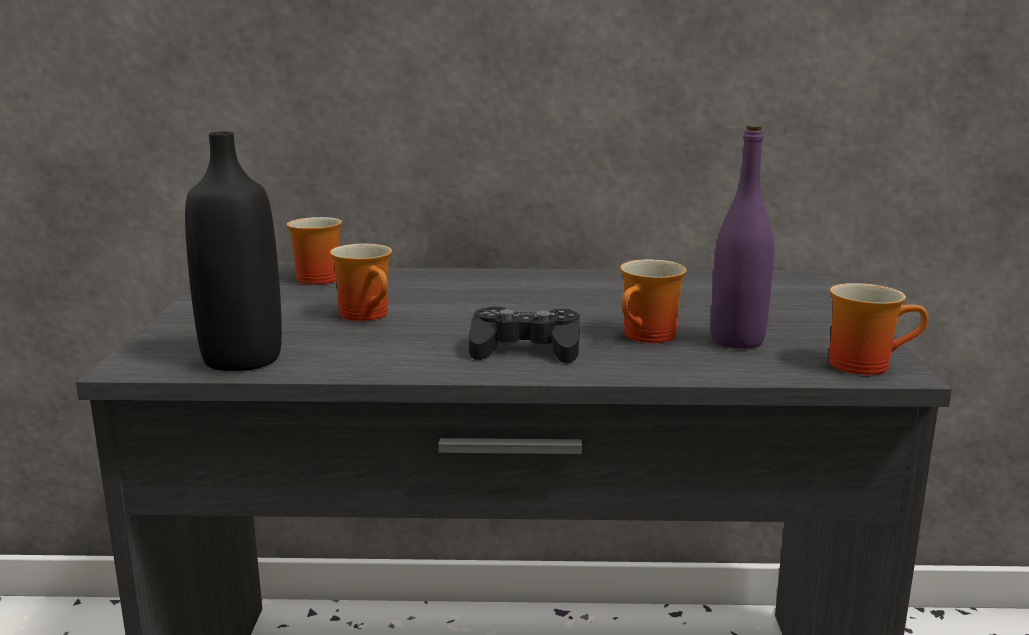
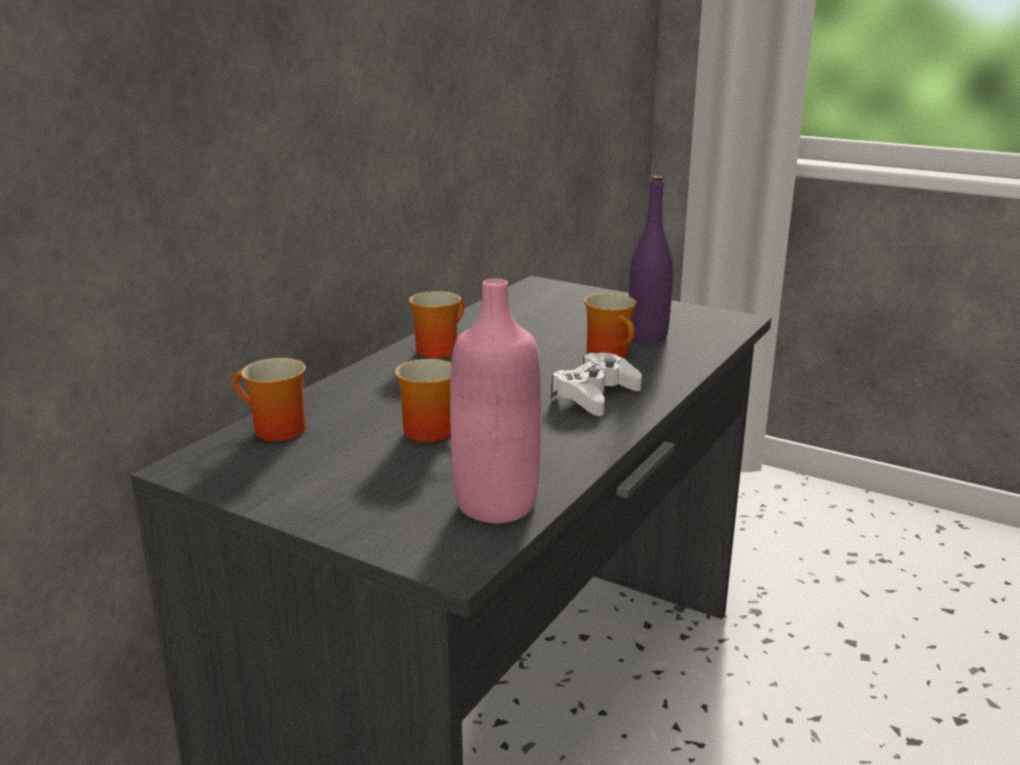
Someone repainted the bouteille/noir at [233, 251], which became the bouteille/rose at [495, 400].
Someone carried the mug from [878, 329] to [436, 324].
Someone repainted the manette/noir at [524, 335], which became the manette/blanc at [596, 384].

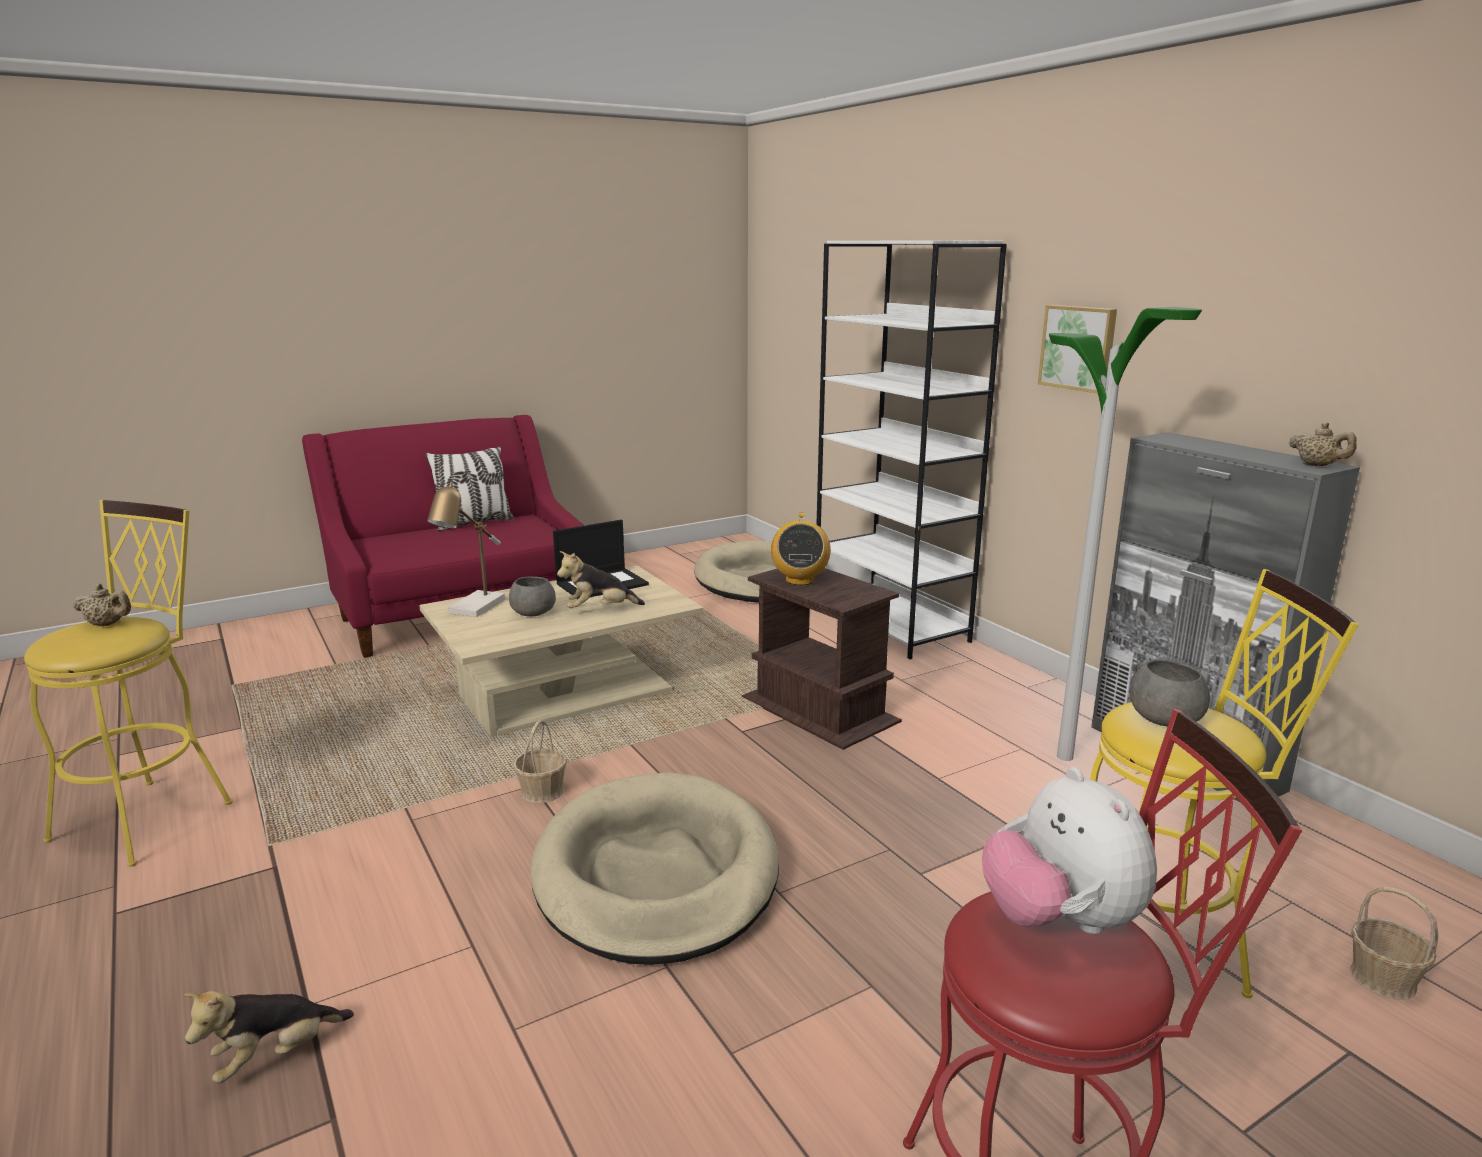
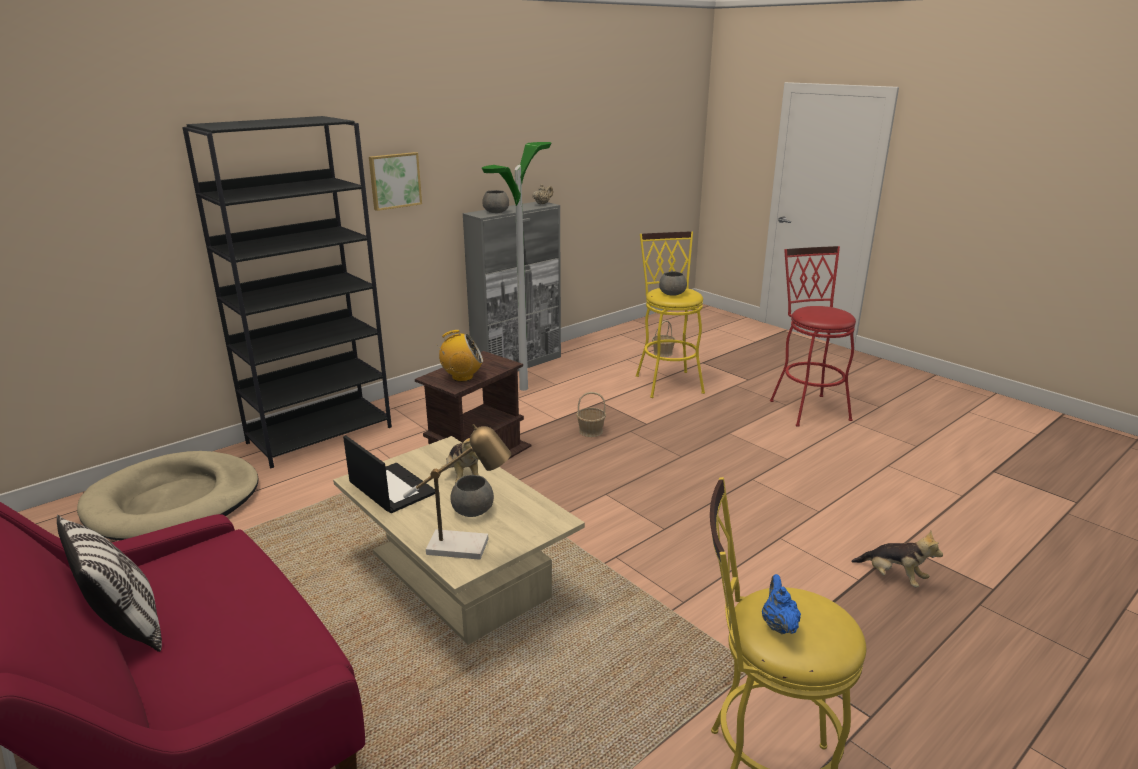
Someone repainted the bibliothèque/blanc at [911, 450], which became the bibliothèque/noir at [287, 292].
Someone repainted the théière/beige at [102, 605], which became the théière/bleu at [781, 604].
Someone carried the panier from [540, 761] to [591, 414].
Someone took away the peluche at [1069, 850].
Someone took away the panier pour chien/beige at [655, 868].
Someone put down the bol/gris at [495, 201].

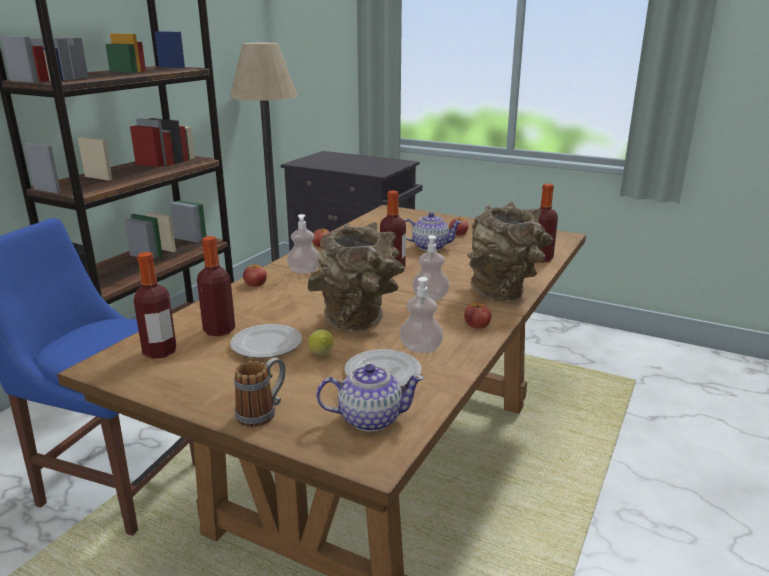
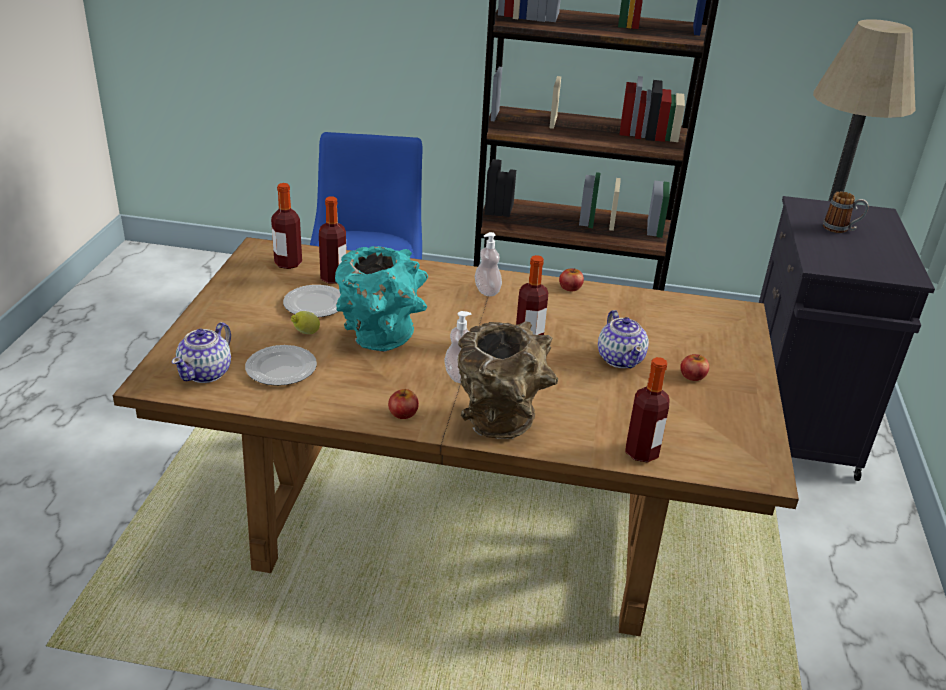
Someone repainted the vase/marron at [356, 276], which became the vase/turquoise at [381, 299].
Someone took away the pomme at [255, 274].
Someone took away the distributeur de savon at [421, 315].
Someone carried the mug from [260, 392] to [846, 212].
Someone rotated the théière at [370, 398] by 45 degrees clockwise.

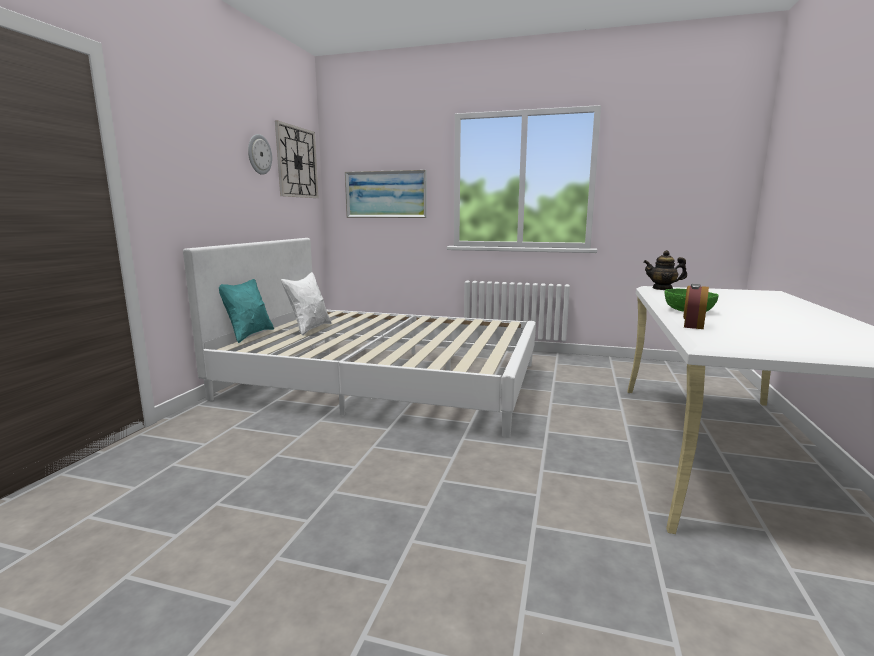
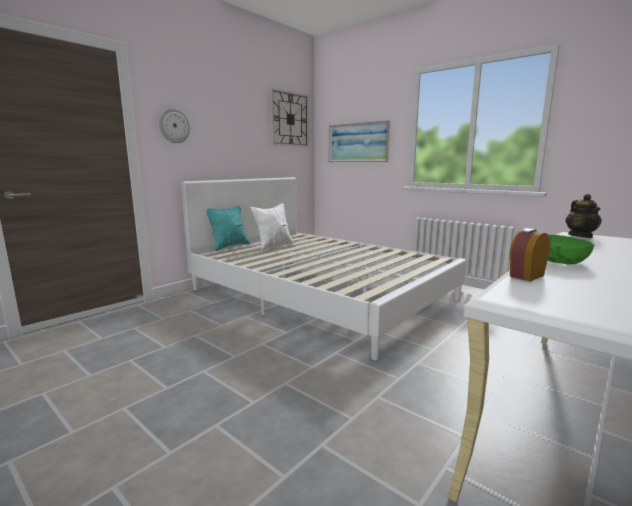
Someone carried the horloge murale from [260, 154] to [174, 125].
Someone rotated the théière at [665, 270] by 120 degrees counterclockwise.

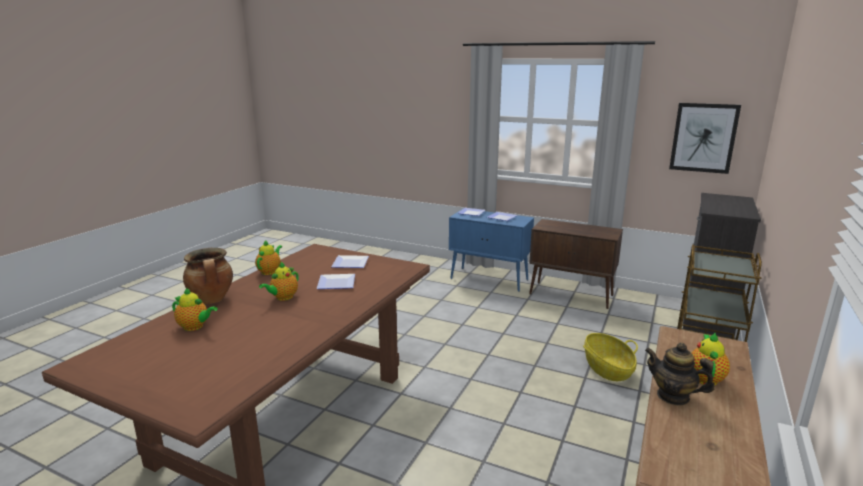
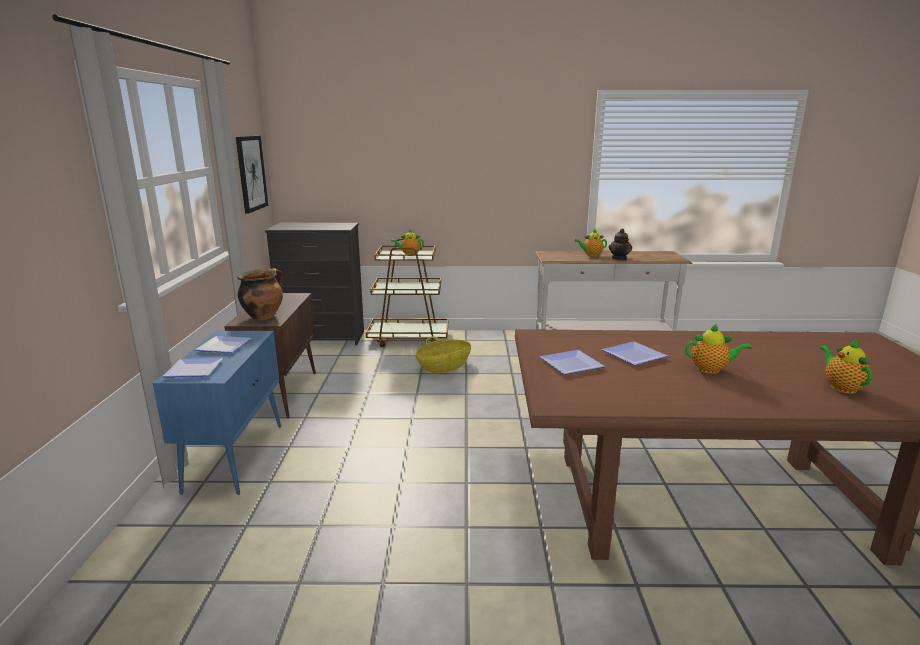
Someone carried the théière from [268, 258] to [407, 241].
Someone carried the marmite from [208, 276] to [260, 294].

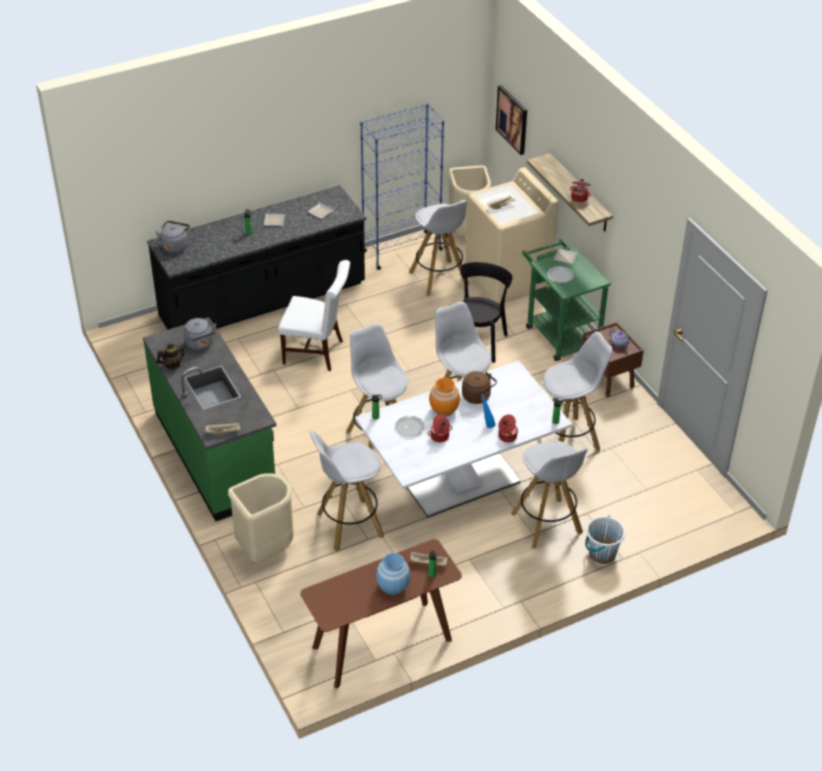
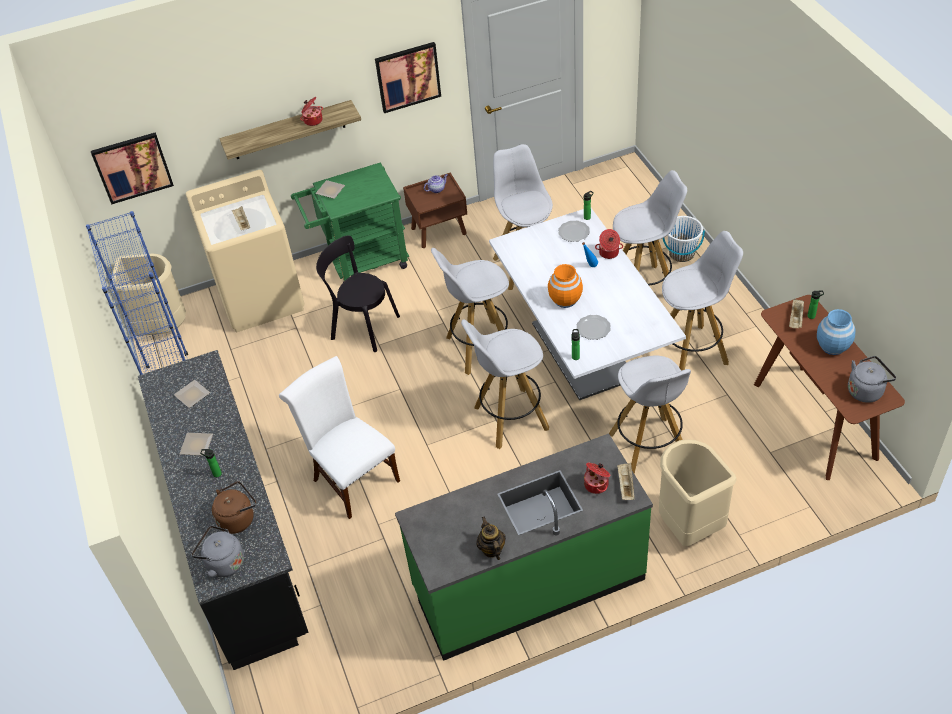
Someone carried the tabouret/blanc from [439, 248] to [702, 301].
Someone rotated the chaise/blanc at [314, 315] by 60 degrees counterclockwise.
Someone carried the assiette from [560, 274] to [574, 231].
Someone carried the bouilloire/gris from [200, 334] to [872, 379].
Someone carried the bouilloire/marron from [479, 387] to [234, 507].
Someone carried the marmite from [440, 428] to [597, 478].
Someone put up the tableau at [408, 77].

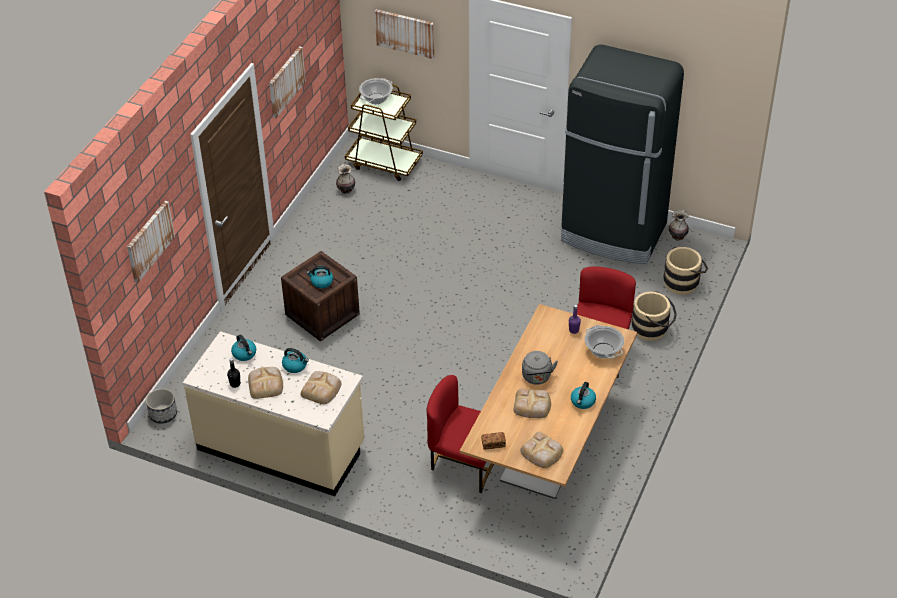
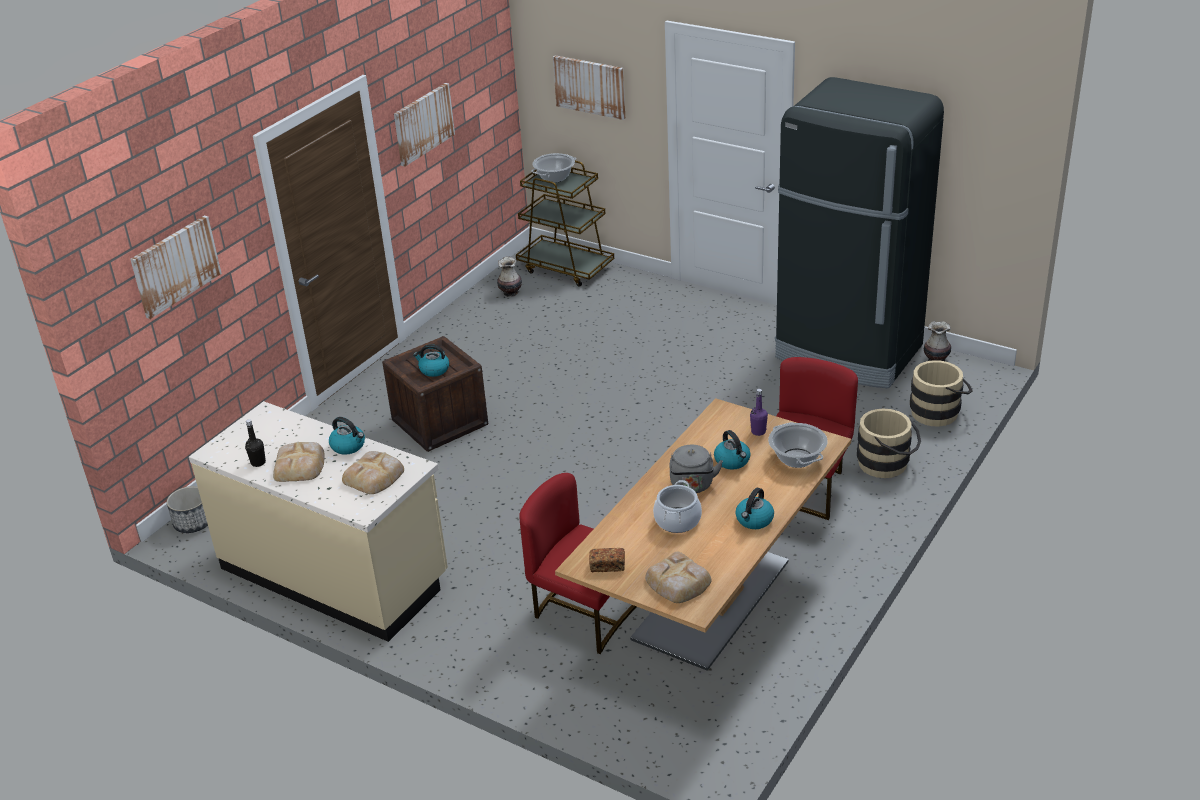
Someone carried the bouilloire from [243, 348] to [732, 450].
Someone swapped the pain at [532, 403] for the marmite at [677, 506].

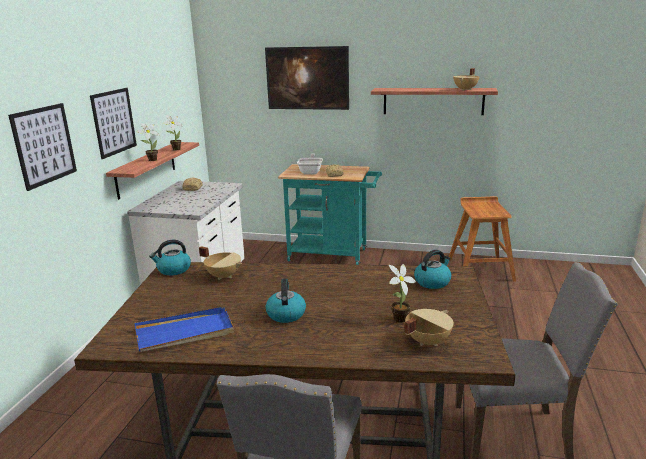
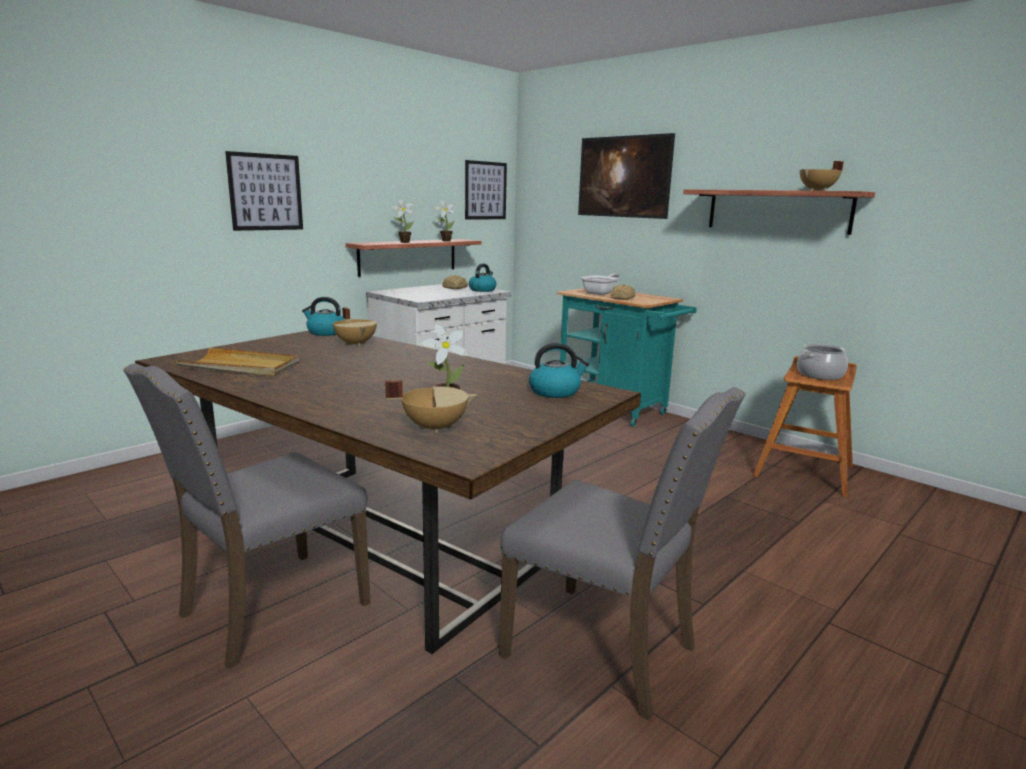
Someone carried the tableau from [113, 123] to [486, 190].
Someone carried the bouilloire from [286, 300] to [482, 277].
Someone repainted the plateau/bleu at [184, 329], which became the plateau/beige at [236, 362].
Someone put down the marmite at [822, 362].

